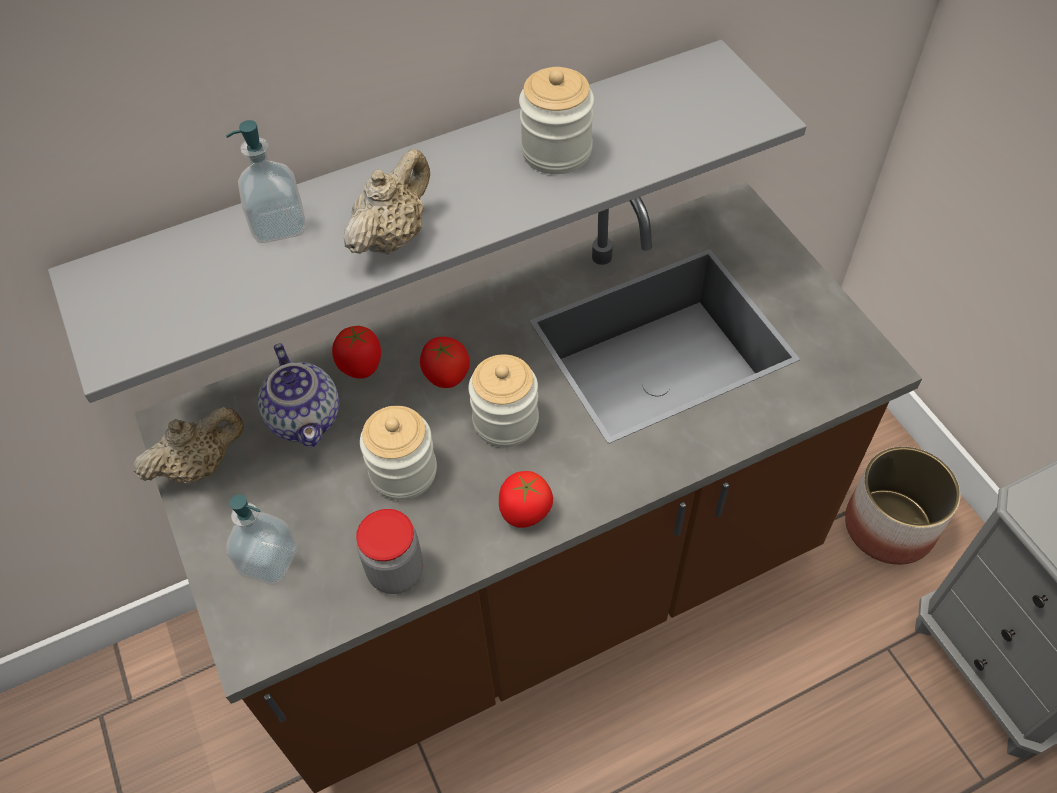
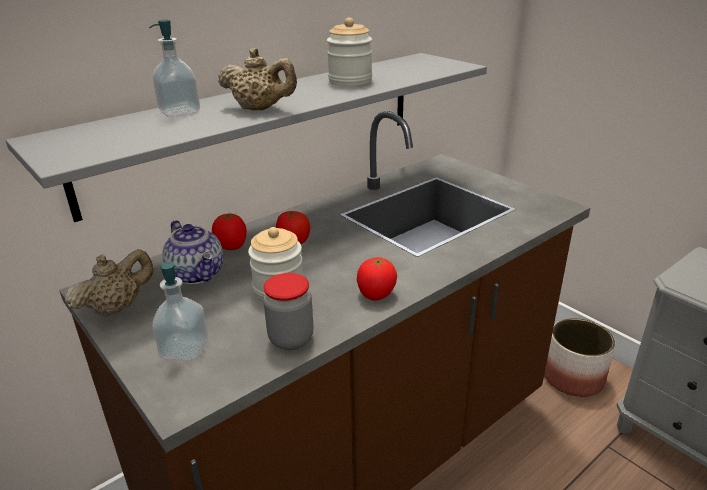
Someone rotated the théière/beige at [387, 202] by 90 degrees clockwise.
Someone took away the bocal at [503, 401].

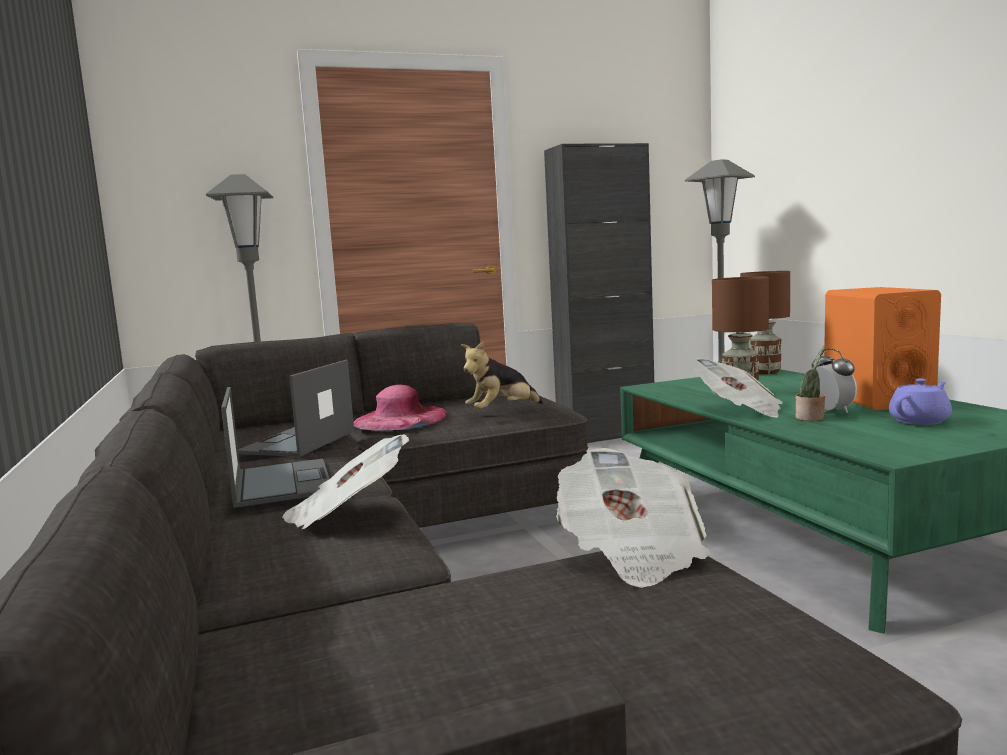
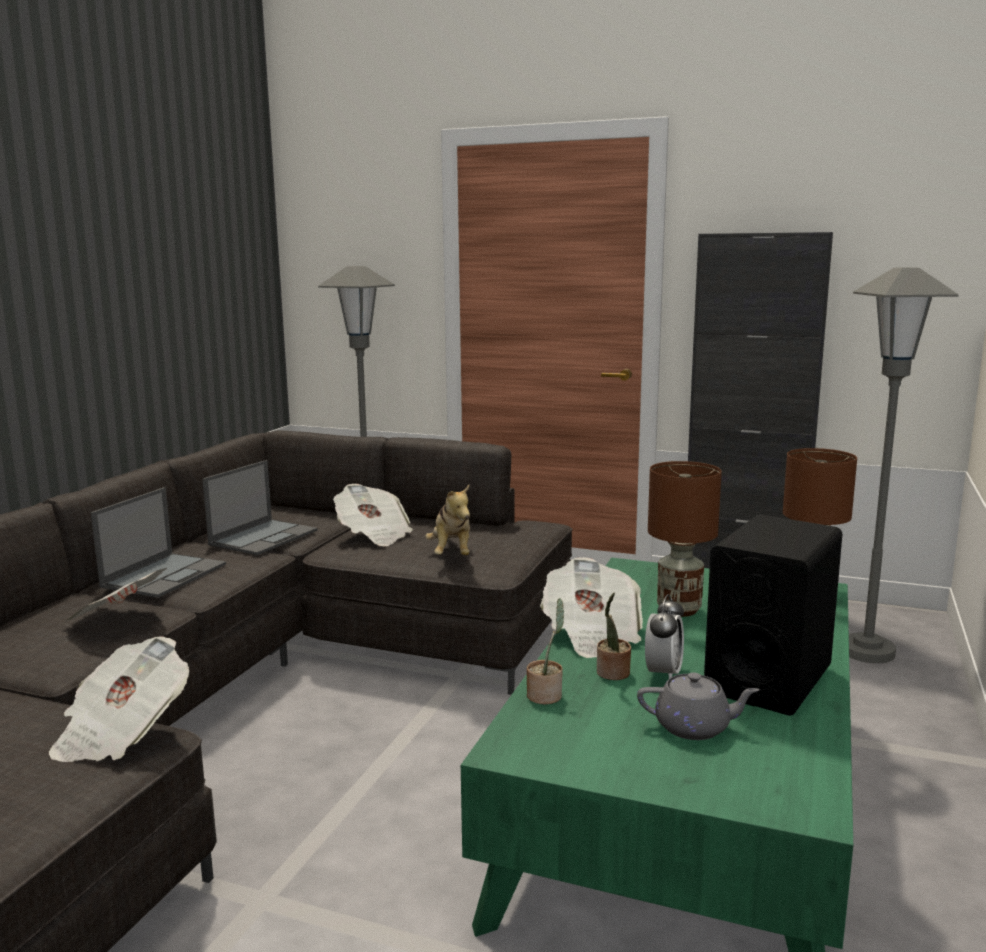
Someone repainted the enceinte/orange at [882, 348], which became the enceinte/noir at [773, 615].
Someone rotated the peluche at [502, 375] by 105 degrees counterclockwise.
Someone rotated the ordinateur portable at [296, 408] by 150 degrees clockwise.
Someone repainted the théière/violet at [920, 402], which became the théière/gris at [698, 706].
Someone swapped the chapeau/rose at [400, 408] for the journal at [373, 515].
Someone put down the plante en pot at [545, 651].

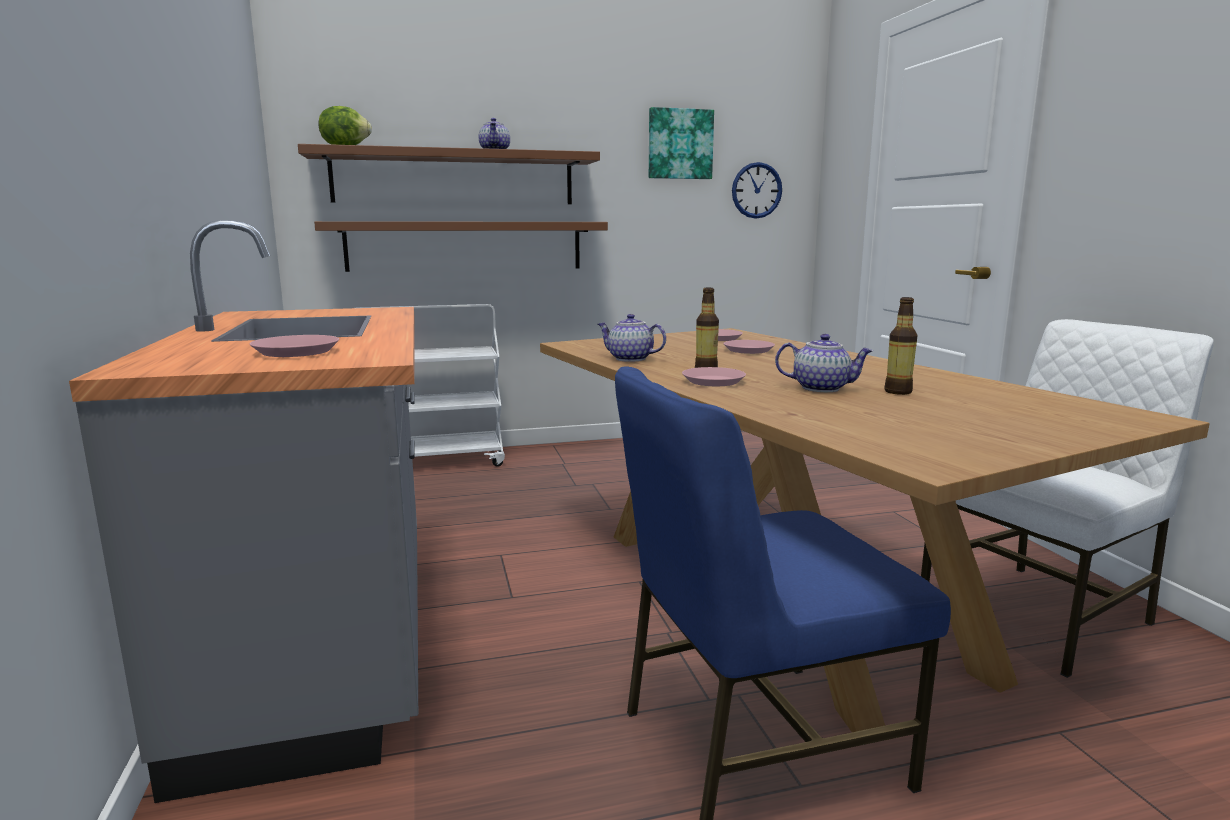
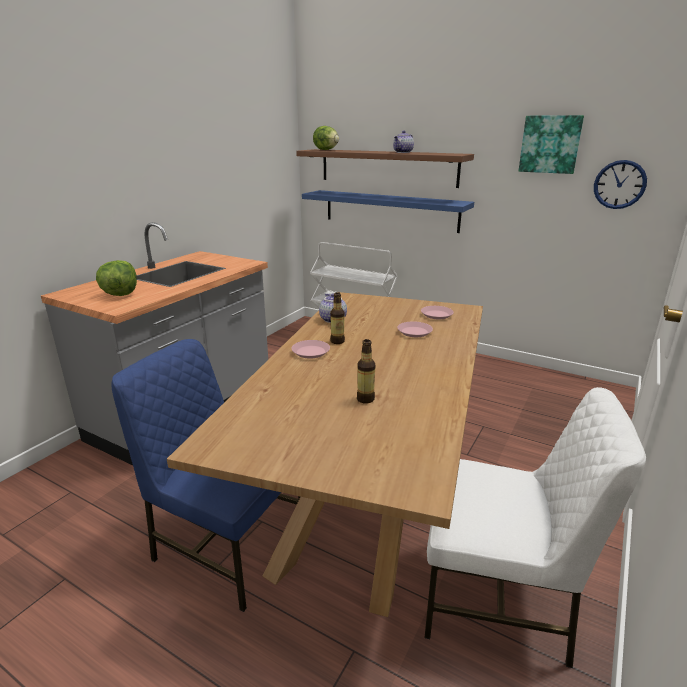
Someone repainted the étagère/marron at [461, 246], which became the étagère/bleu at [388, 211].
Someone took away the théière at [824, 363].
Someone swapped the assiette/rose at [294, 346] for the laitue at [116, 278].

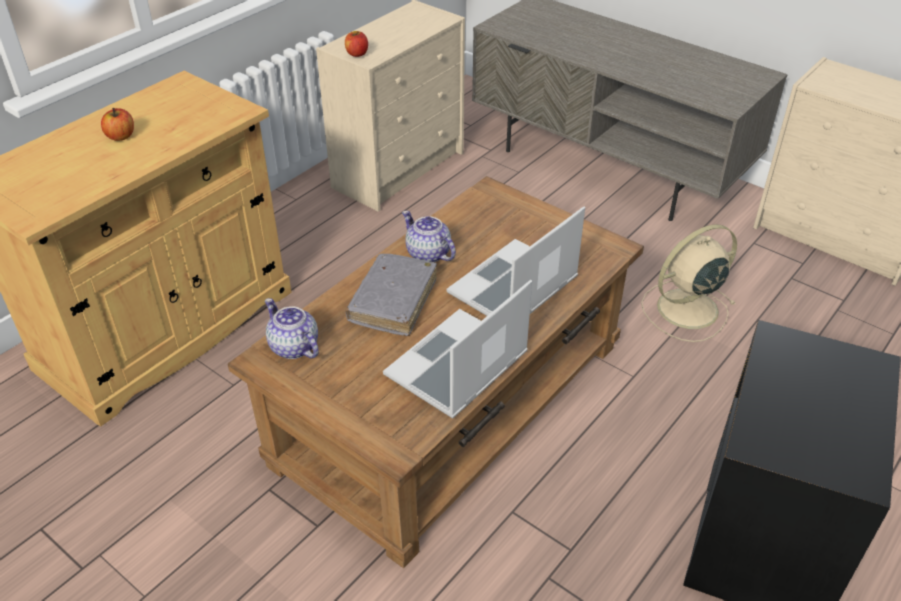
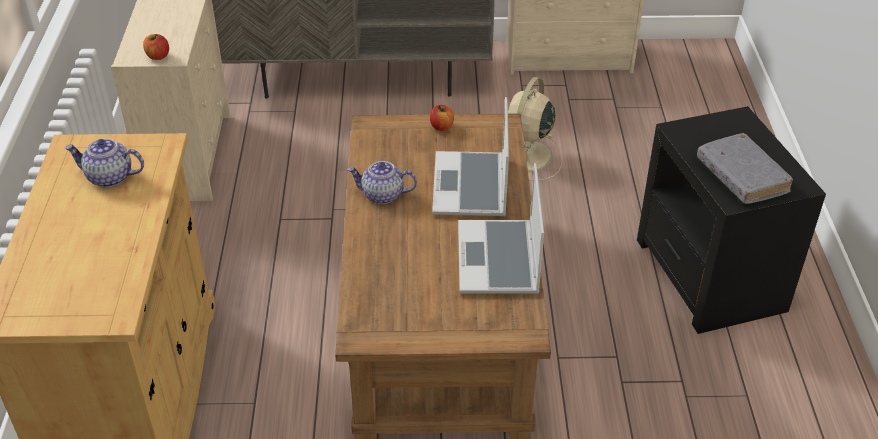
Someone carried the pomme from [117, 124] to [442, 118].
Someone carried the livre/gris from [391, 295] to [745, 168].
Someone carried the théière from [292, 328] to [104, 162].

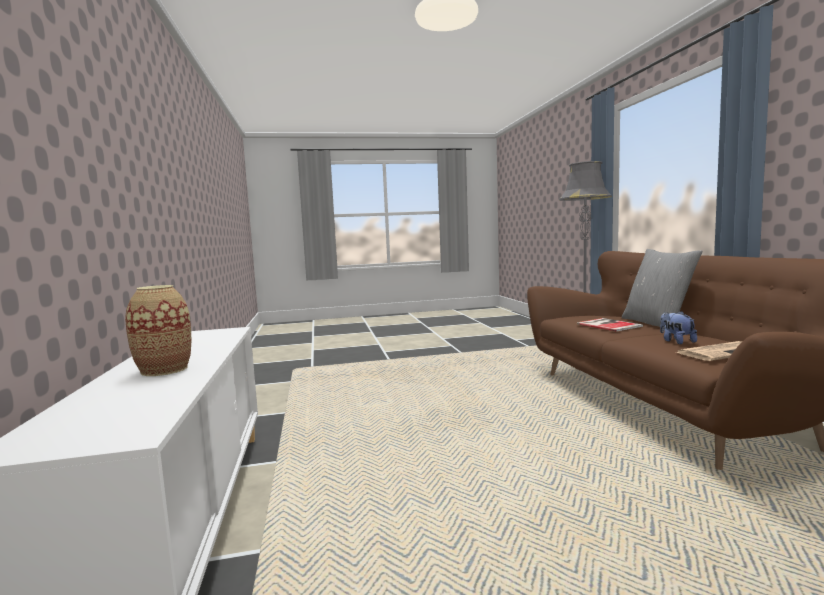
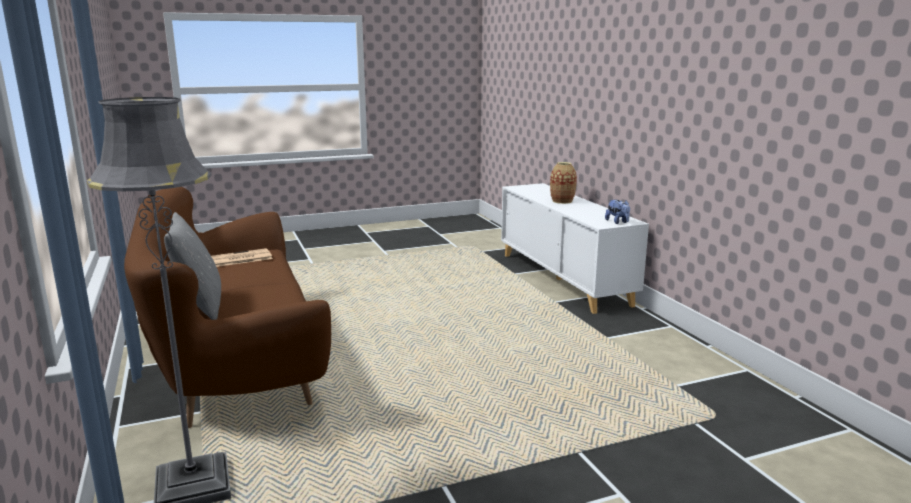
Someone carried the peluche from [678, 327] to [617, 212].
Someone took away the livre at [610, 325].

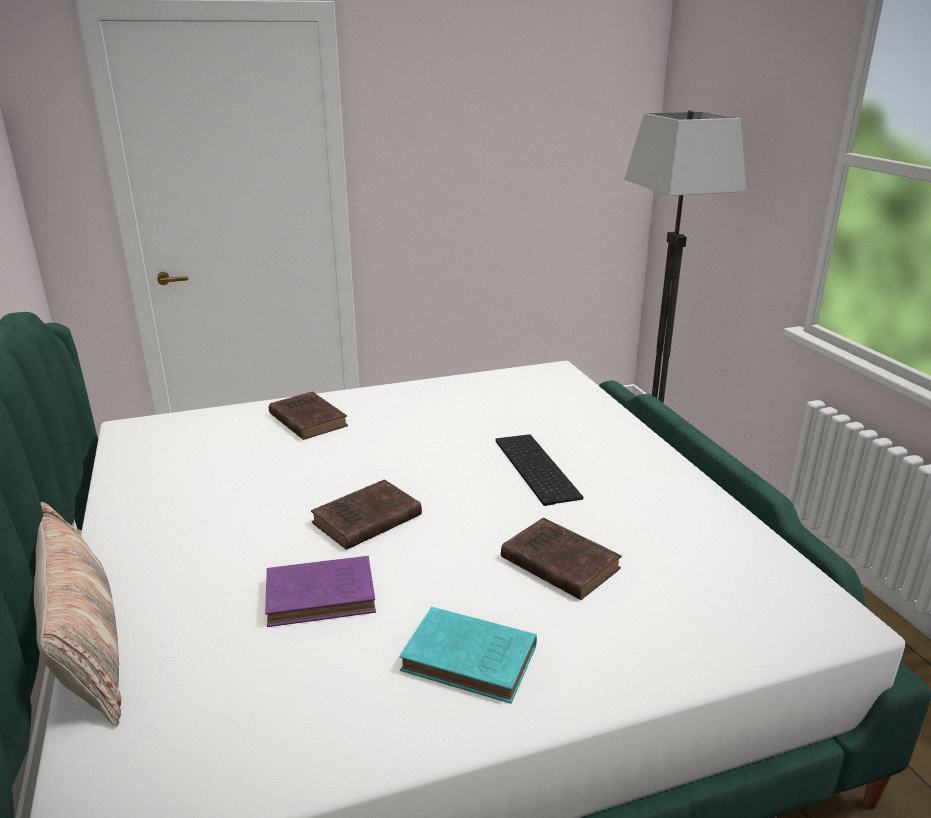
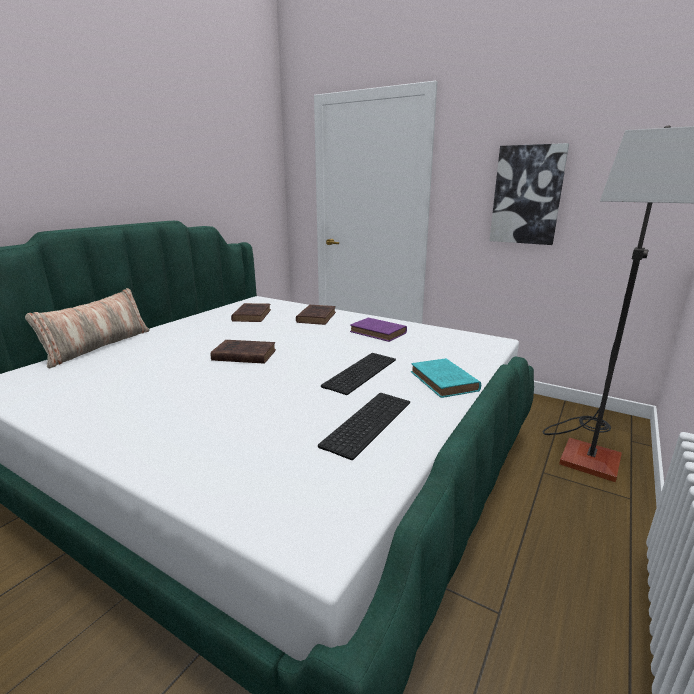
Someone carried the livre/marron from [561, 559] to [251, 312].
Someone carried the livre/violet from [320, 591] to [378, 330].
Someone carried the livre/turquoise from [468, 655] to [446, 378].
Someone put up the tableau at [529, 194].
Someone put down the clavier at [364, 426].

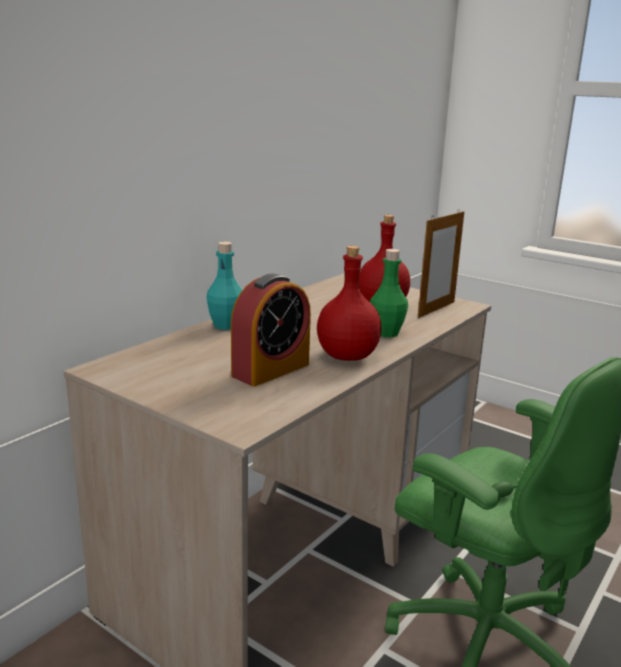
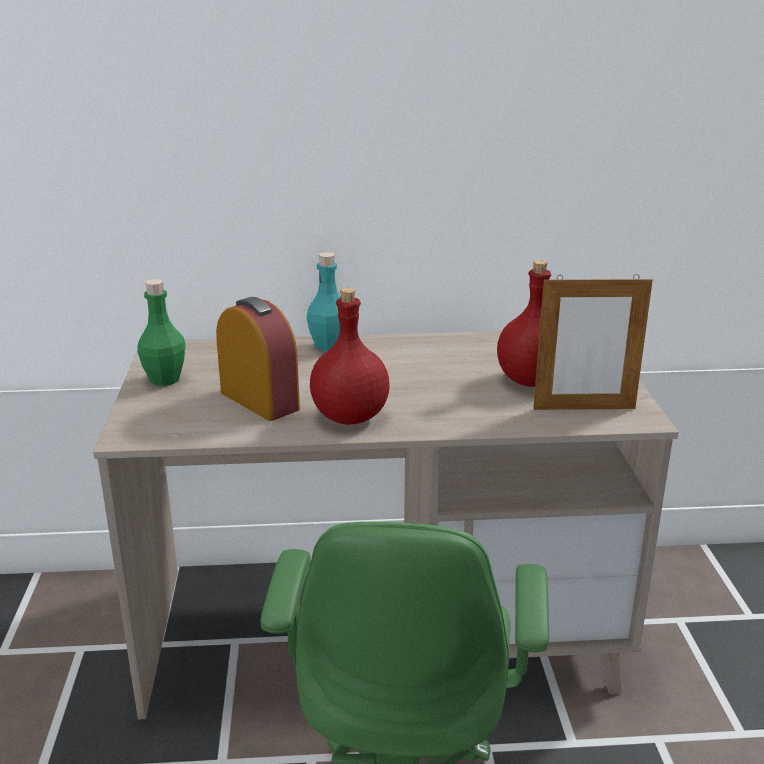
Someone carried the bouteille/vert from [389, 293] to [161, 332].
Someone rotated the réveil at [271, 329] by 135 degrees counterclockwise.

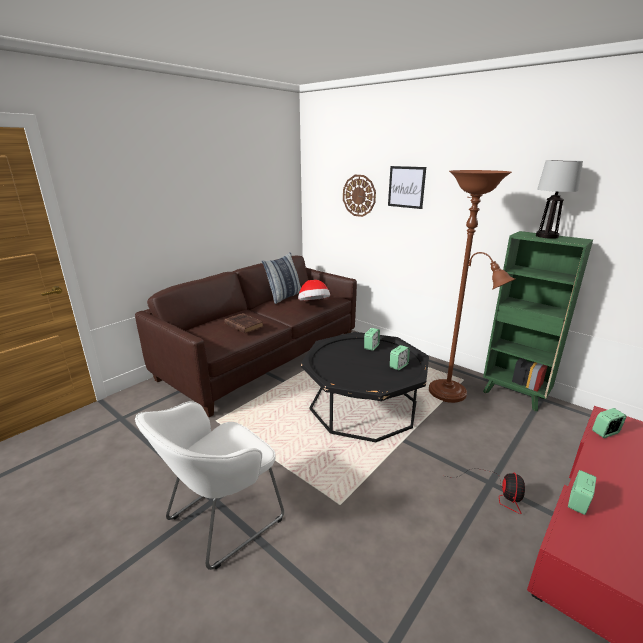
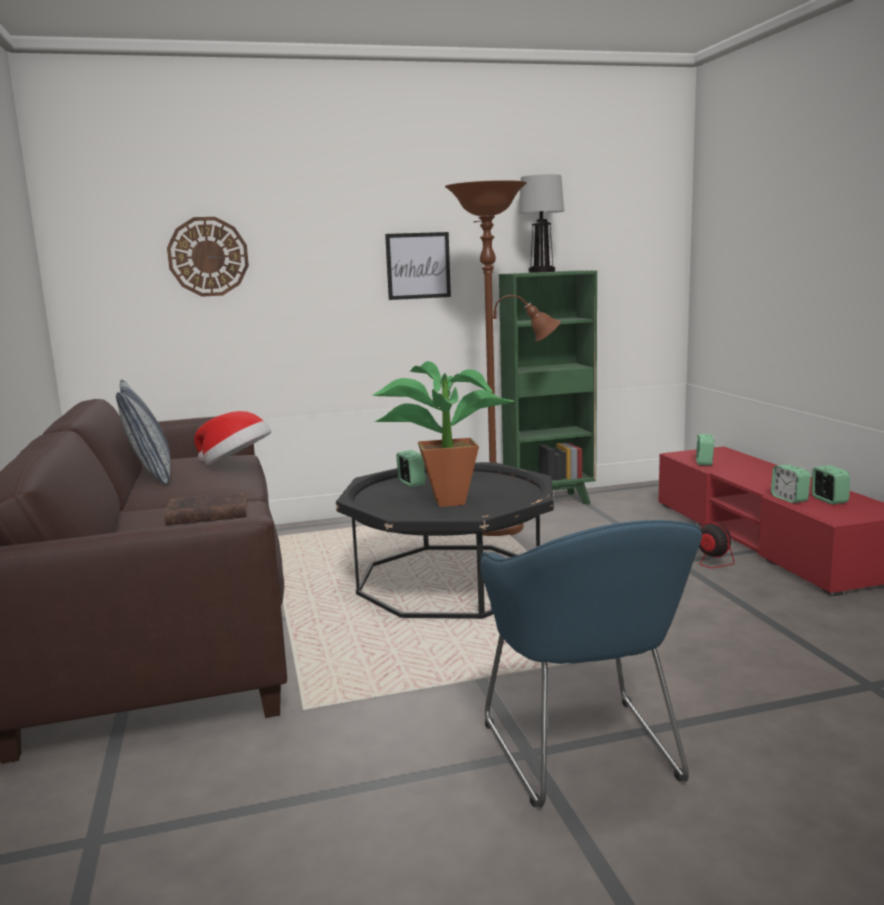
Someone carried the tableau from [407, 187] to [418, 266].
Someone carried the réveil from [400, 357] to [831, 485].
Someone repainted the fauteuil/blanc at [209, 485], which became the fauteuil/bleu at [591, 664].
Someone put down the plante en pot at [443, 434].

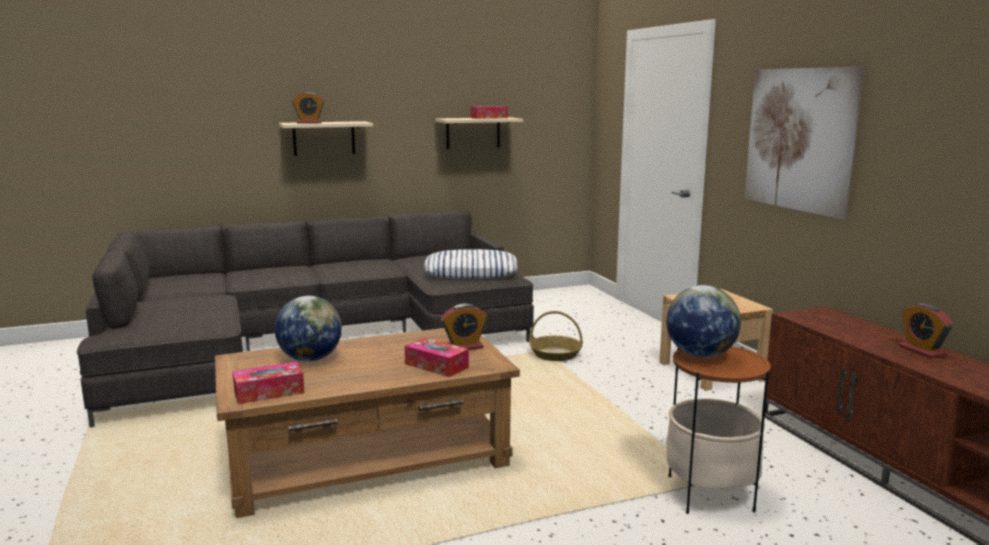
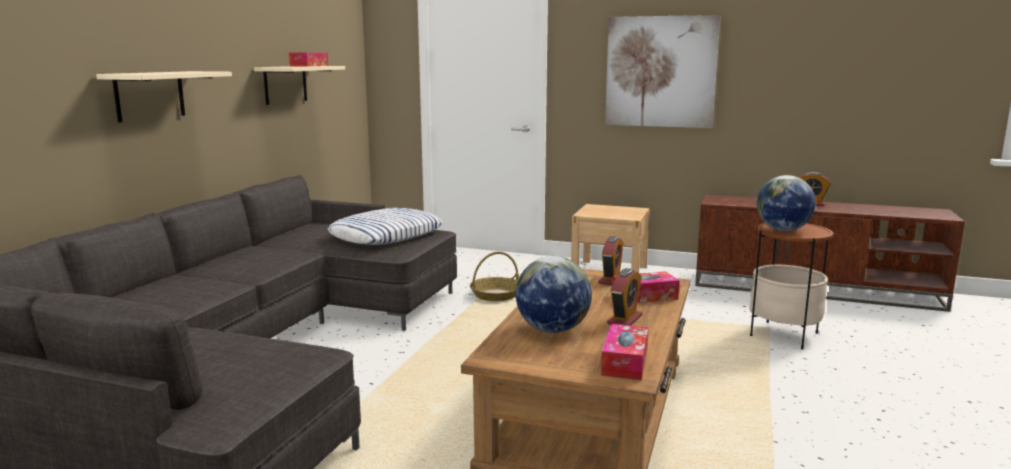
Someone carried the réveil from [308, 108] to [624, 297].

